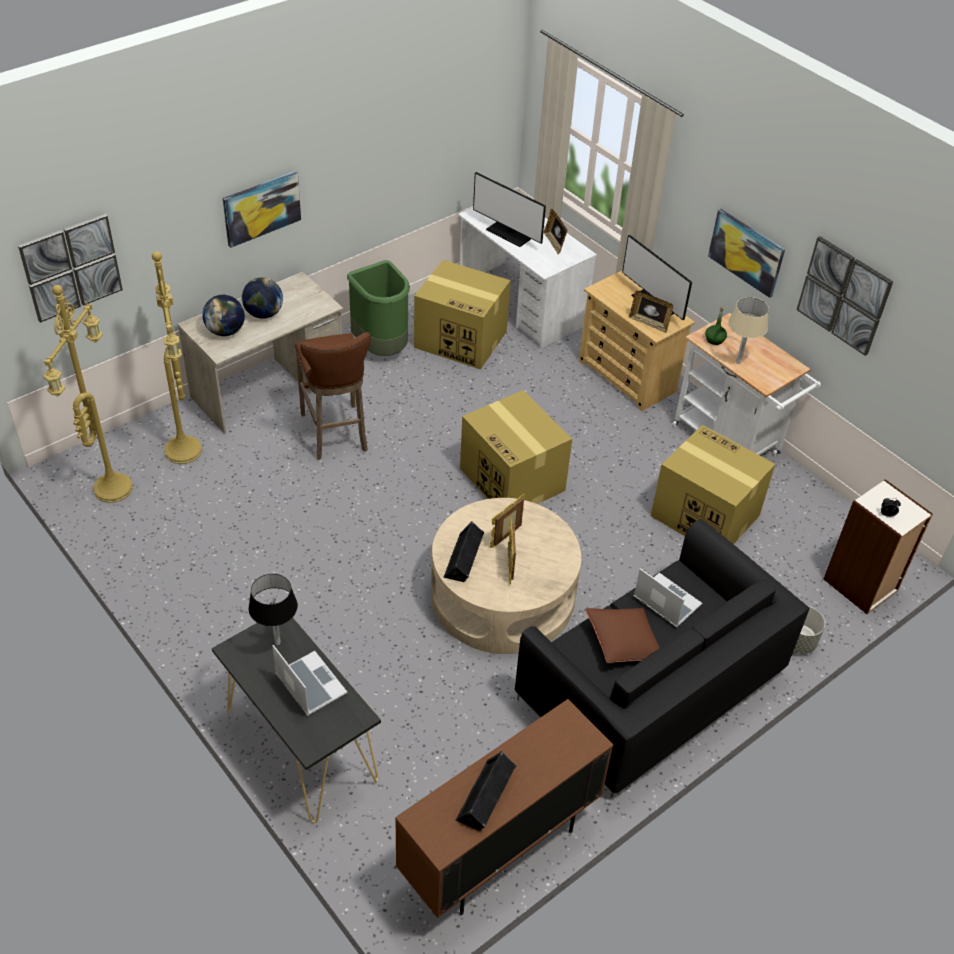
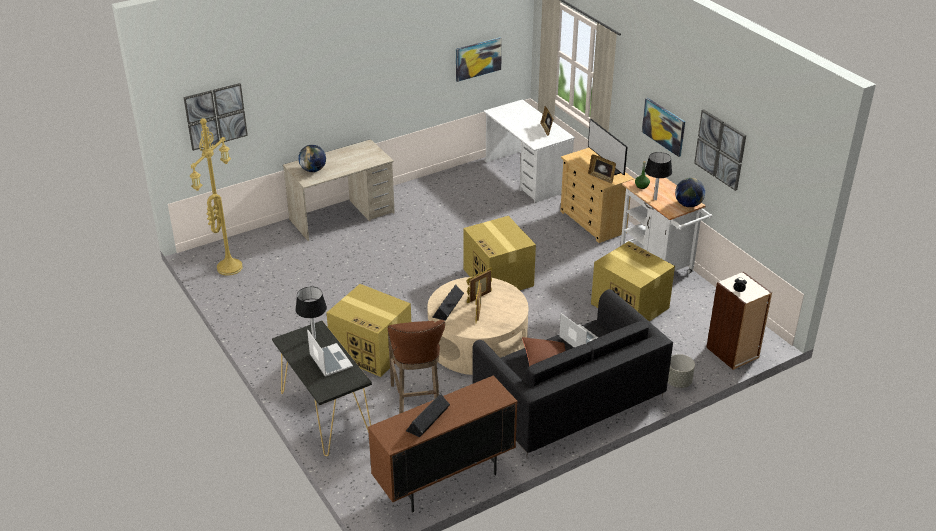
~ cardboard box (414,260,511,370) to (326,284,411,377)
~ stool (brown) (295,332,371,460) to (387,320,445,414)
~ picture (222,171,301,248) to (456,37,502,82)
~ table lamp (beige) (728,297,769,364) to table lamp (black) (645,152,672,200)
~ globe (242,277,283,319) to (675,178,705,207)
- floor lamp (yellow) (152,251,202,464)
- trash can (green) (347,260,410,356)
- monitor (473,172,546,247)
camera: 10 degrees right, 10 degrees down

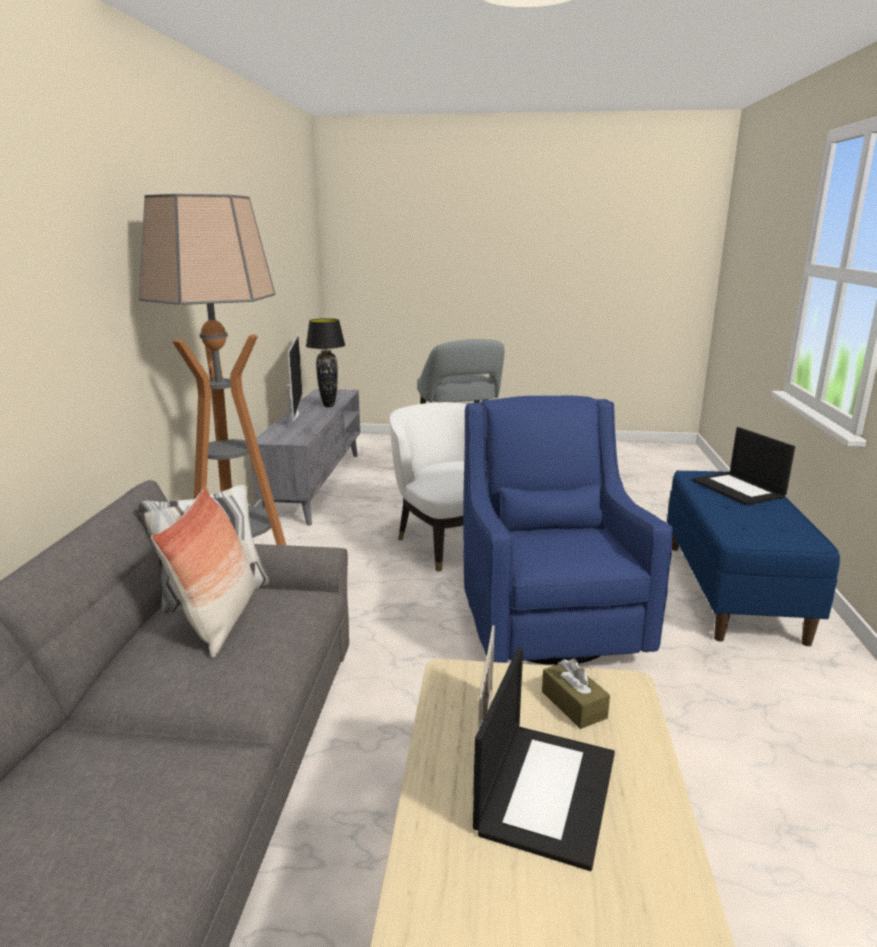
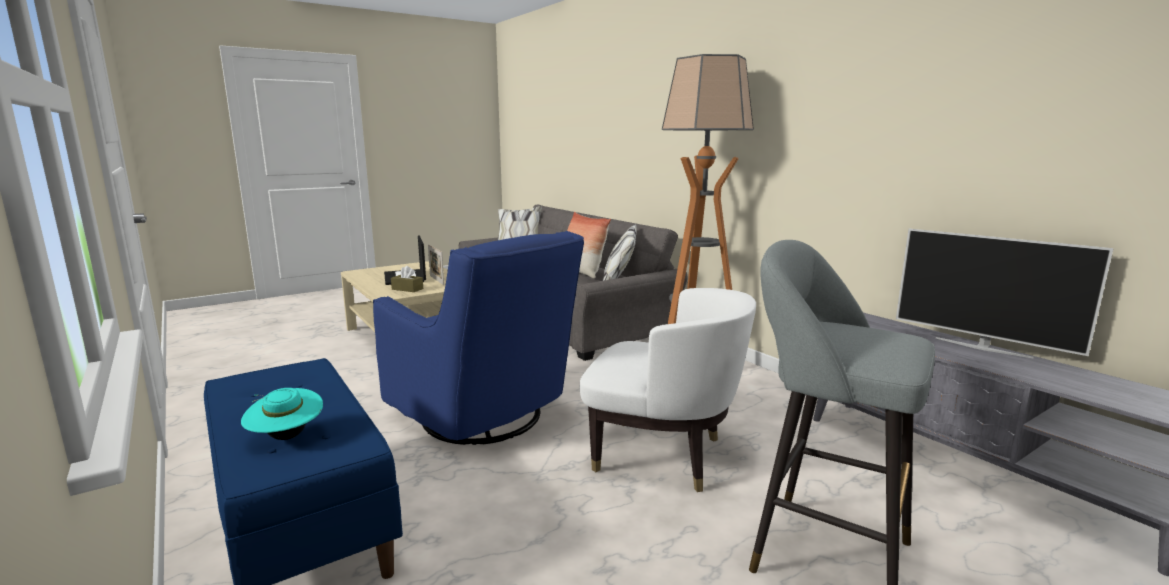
~ laptop (692,427,795,505) to hat (turquoise) (241,388,323,440)
- table lamp (black) (306,318,345,407)
camera: 140 degrees right, 5 degrees down

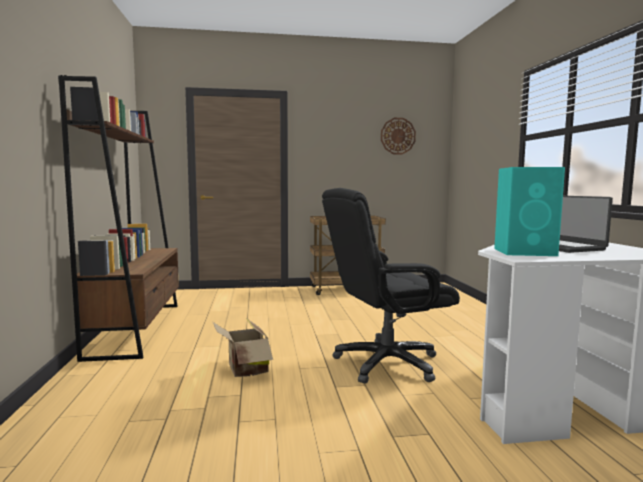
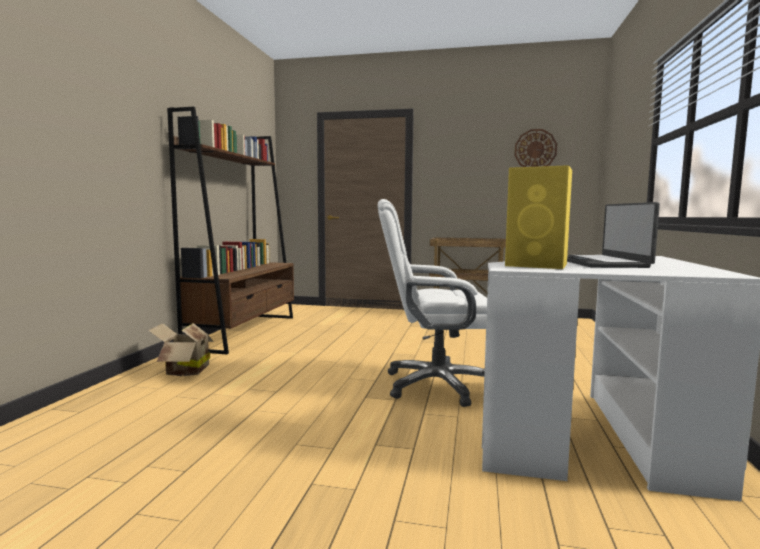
~ cardboard box (213,318,273,377) to (148,323,214,376)
~ office chair (black) (322,188,460,384) to office chair (white) (378,199,487,407)
~ speaker (turquoise) (494,167,565,256) to speaker (yellow) (505,165,572,269)
camera: 20 degrees right, 0 degrees up

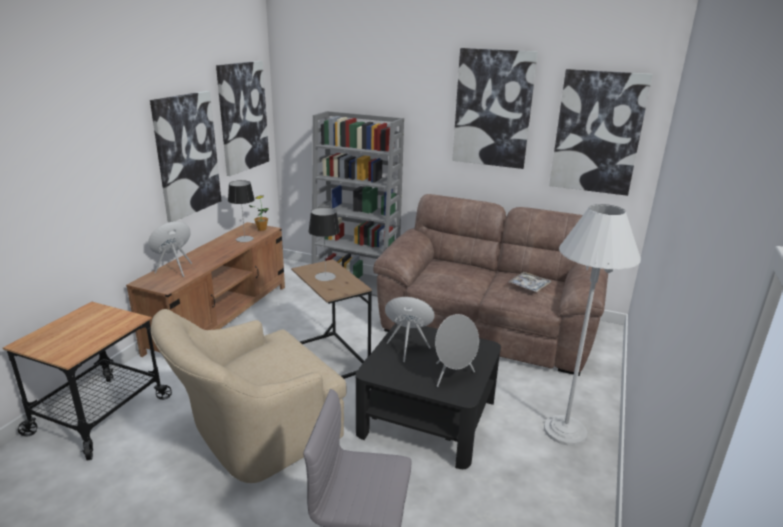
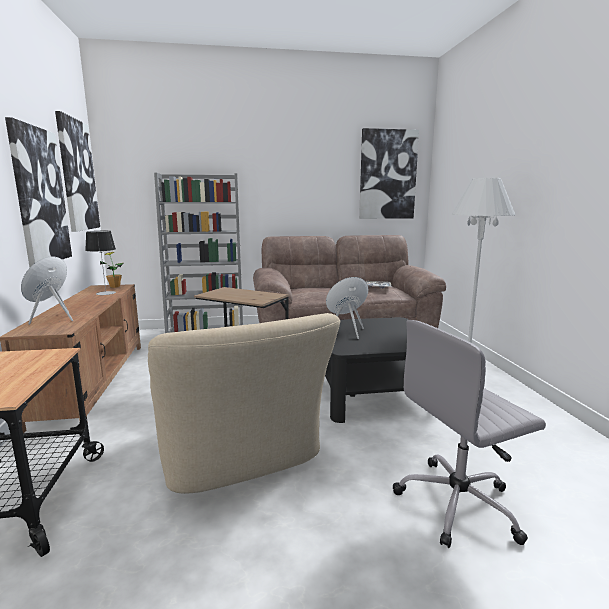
~ armchair (beige) (151,309,347,483) = (148,313,340,494) 45 degrees counterclockwise
- table lamp (308,207,340,281)
- speaker (grey) (435,314,479,387)
- picture (452,48,538,169)
camera: 30 degrees left, 10 degrees down

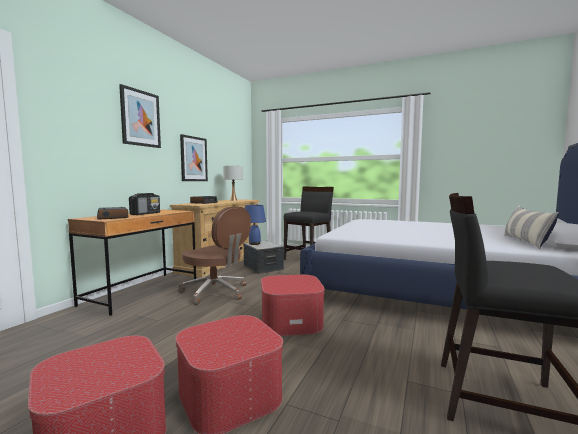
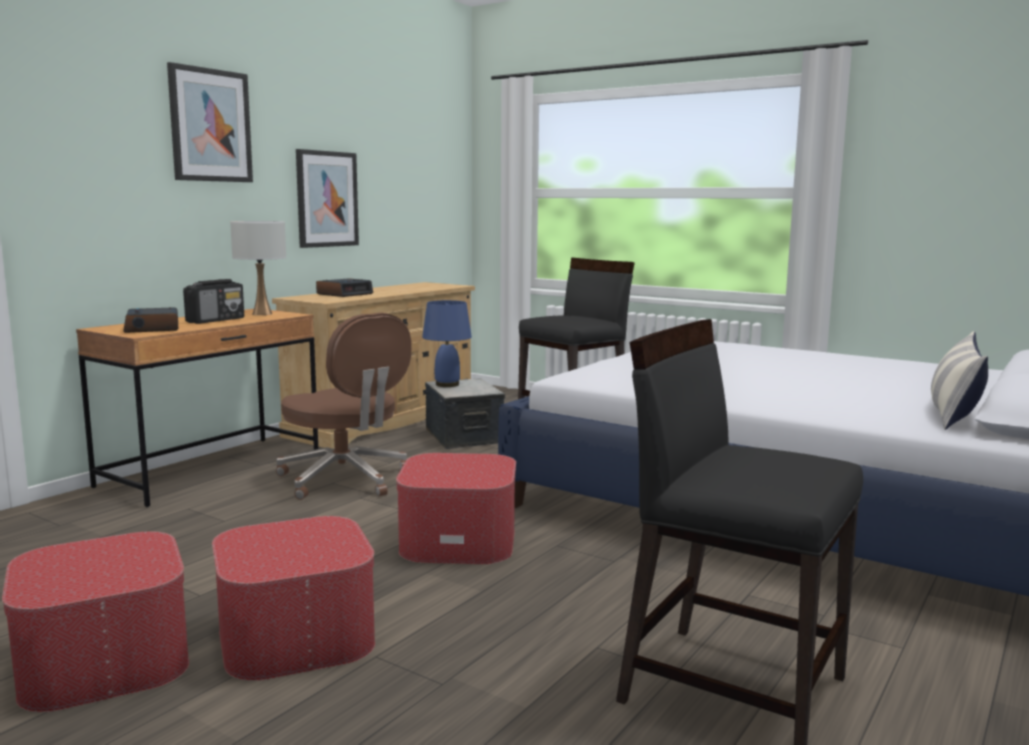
~ table lamp (white) (223,166,243,201) to (230,221,286,315)
camera: 10 degrees right, 5 degrees up

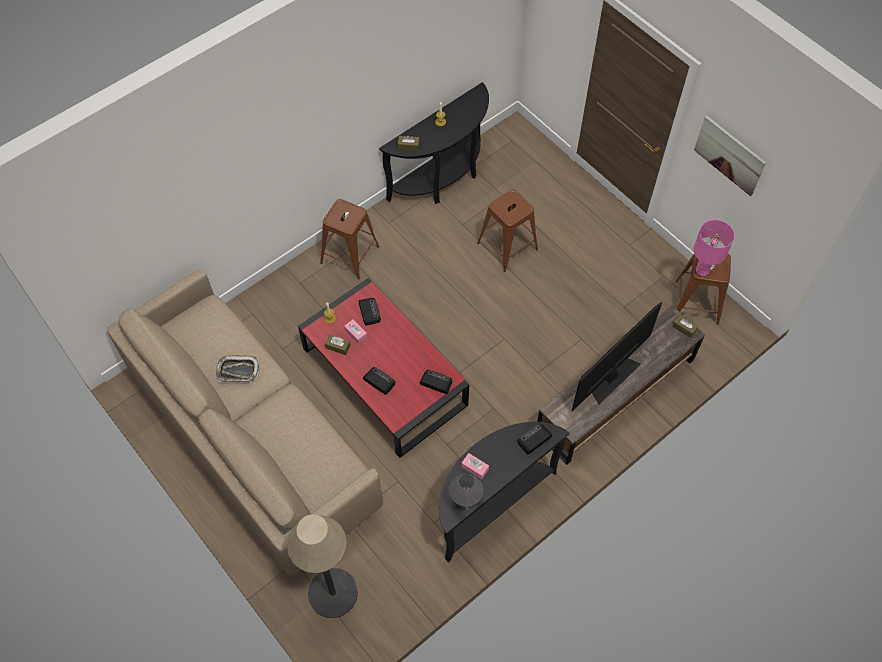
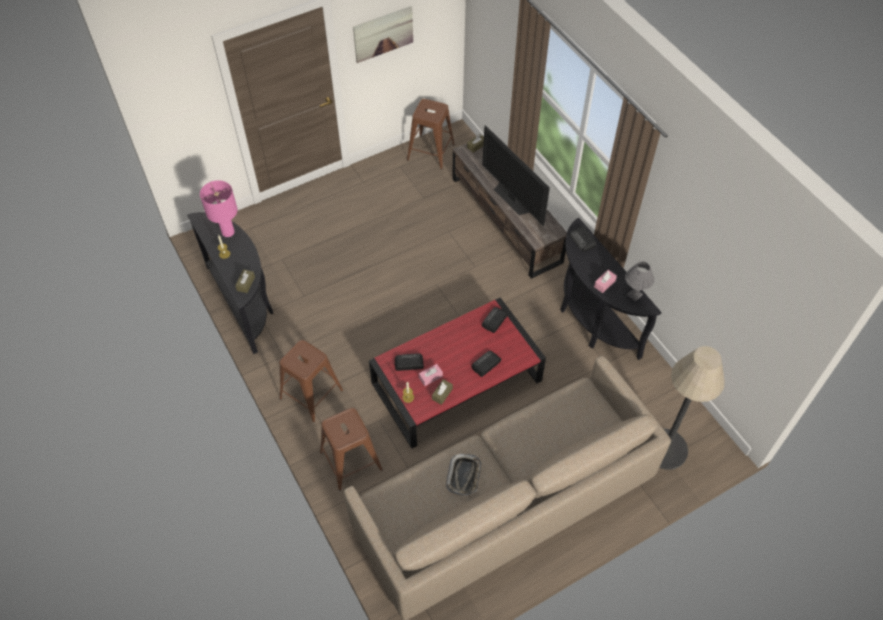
~ table lamp (pink) (693,220,735,276) to (200,180,238,237)
~ stool (brown) (477,190,538,272) to (320,408,383,491)
camera: 80 degrees left, 5 degrees down

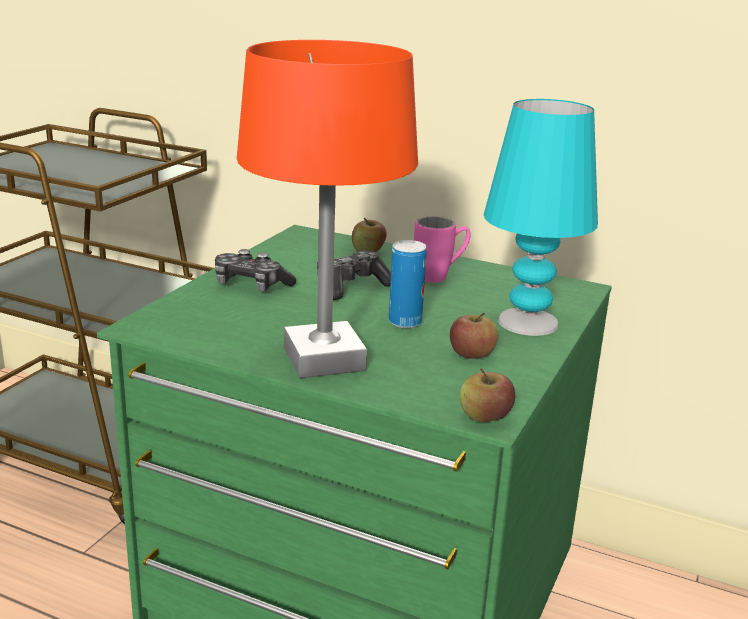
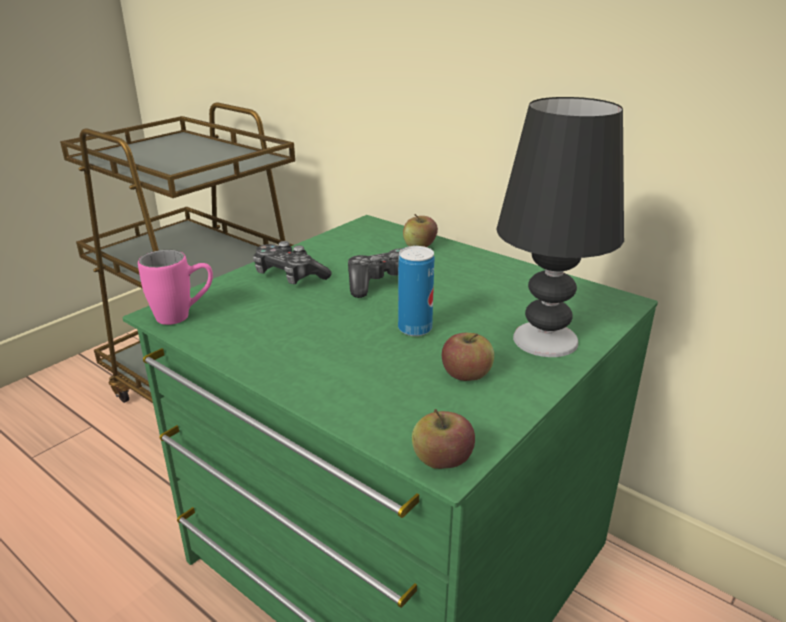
~ mug (pink) (414,217,471,283) to (138,250,213,325)
~ table lamp (turquoise) (484,99,598,336) to table lamp (black) (496,97,624,357)
- table lamp (orange) (237,40,418,378)
camera: 15 degrees right, 5 degrees up

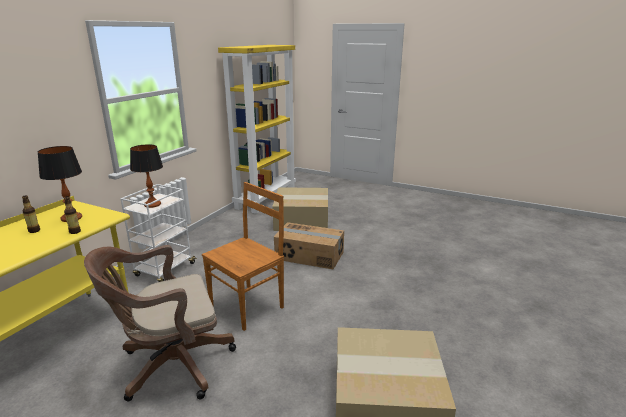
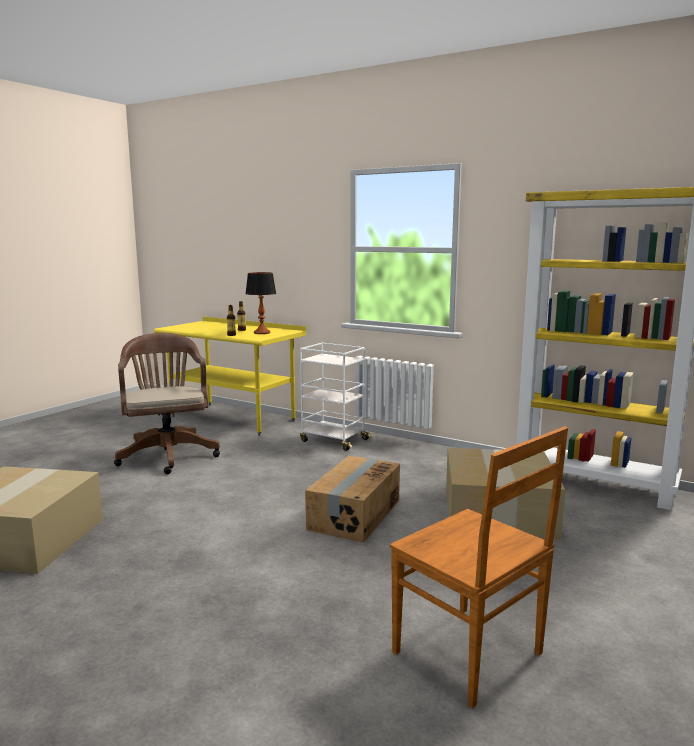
~ chair (brown) (202,182,284,331) to (390,426,568,708)
- table lamp (130,144,163,208)
camera: 95 degrees right, 10 degrees down

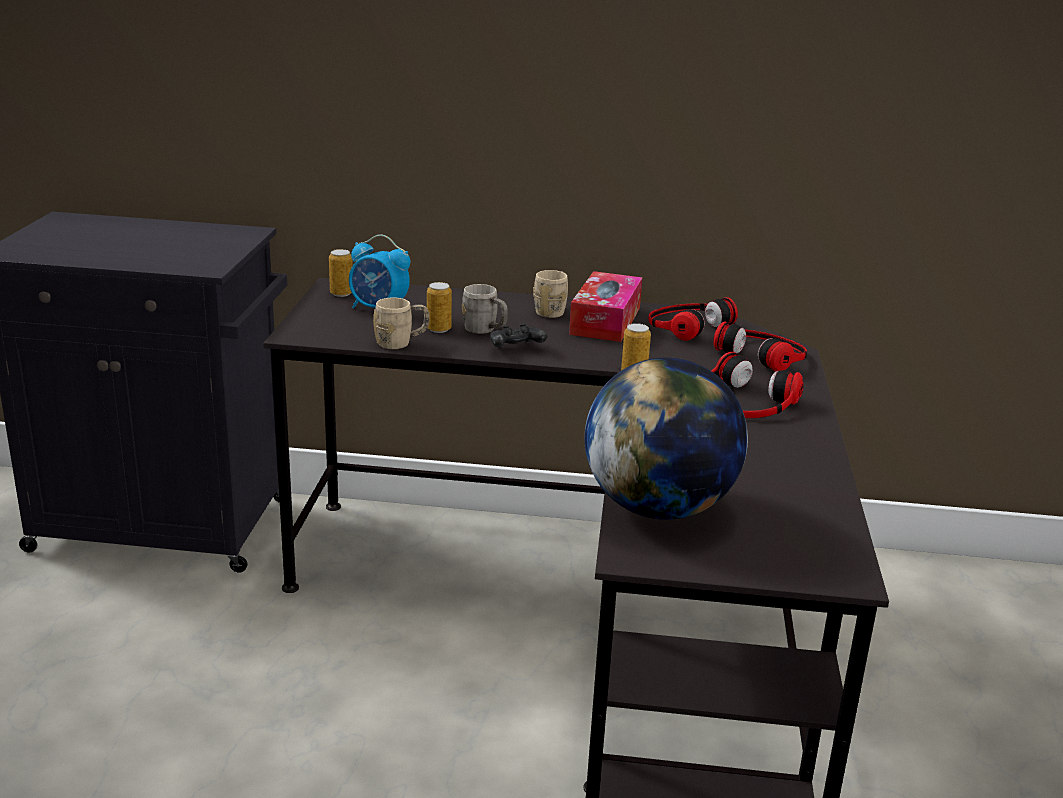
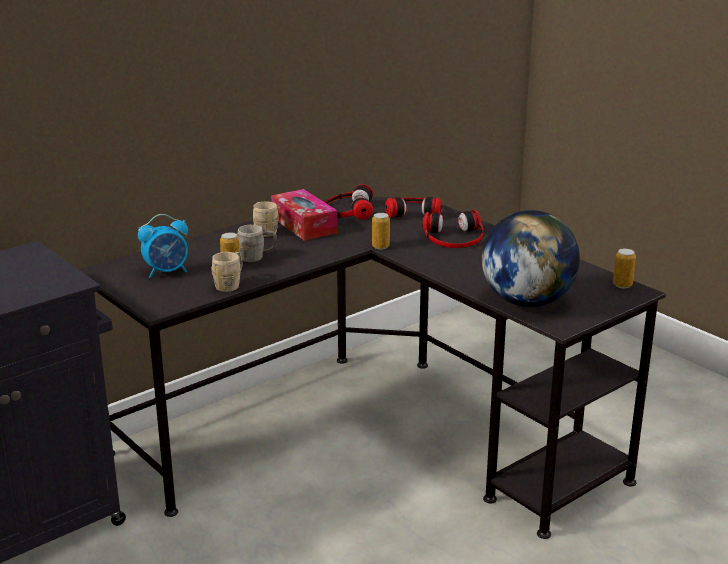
~ can (329,249,353,297) to (613,249,636,288)
- game controller (black) (490,324,547,347)
camera: 45 degrees left, 0 degrees up

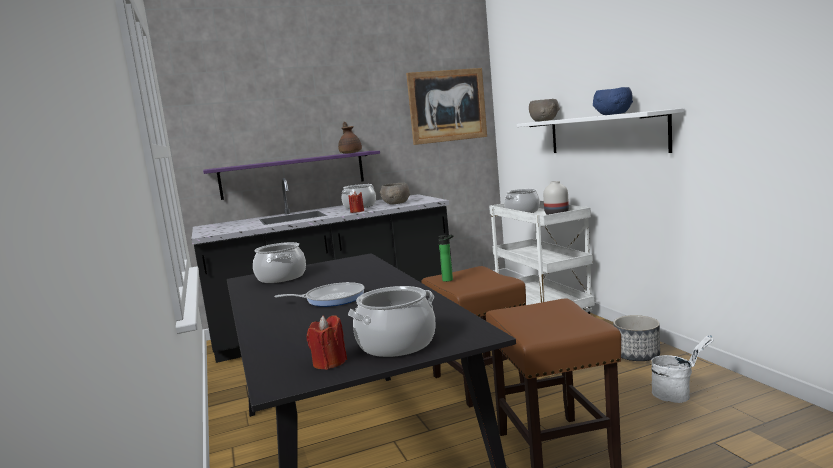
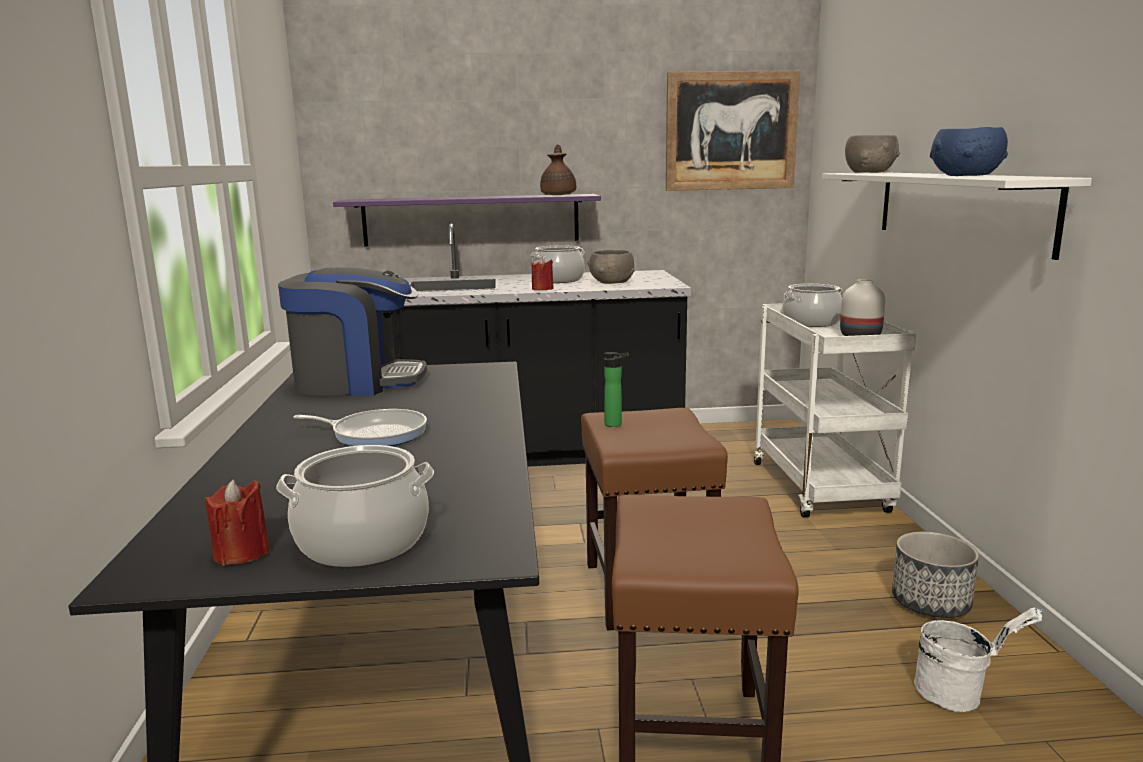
~ cooking pot (253,242,306,283) to coffee machine (278,268,427,396)
camera: 15 degrees right, 5 degrees up

